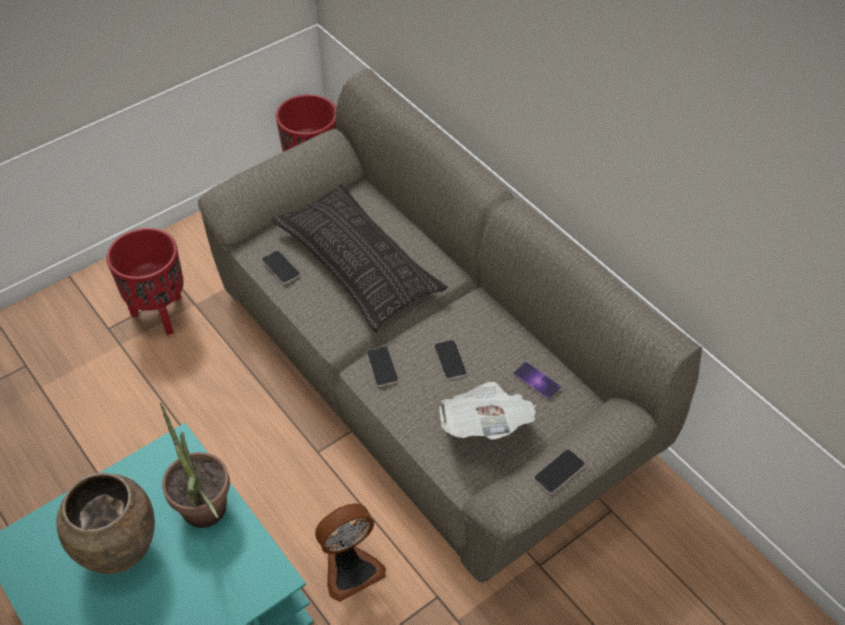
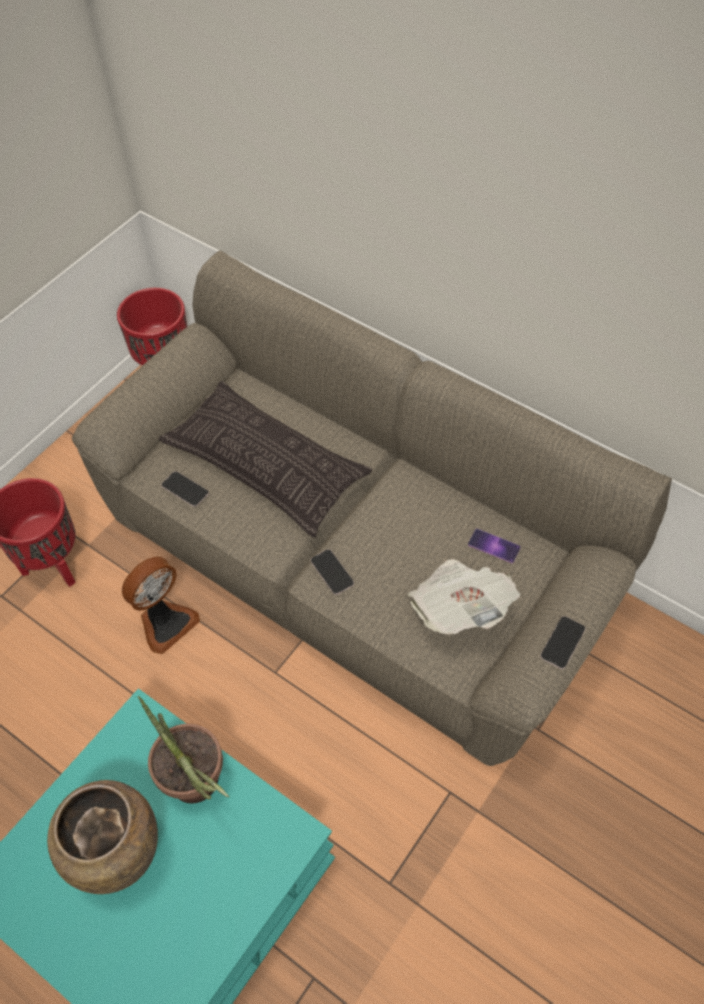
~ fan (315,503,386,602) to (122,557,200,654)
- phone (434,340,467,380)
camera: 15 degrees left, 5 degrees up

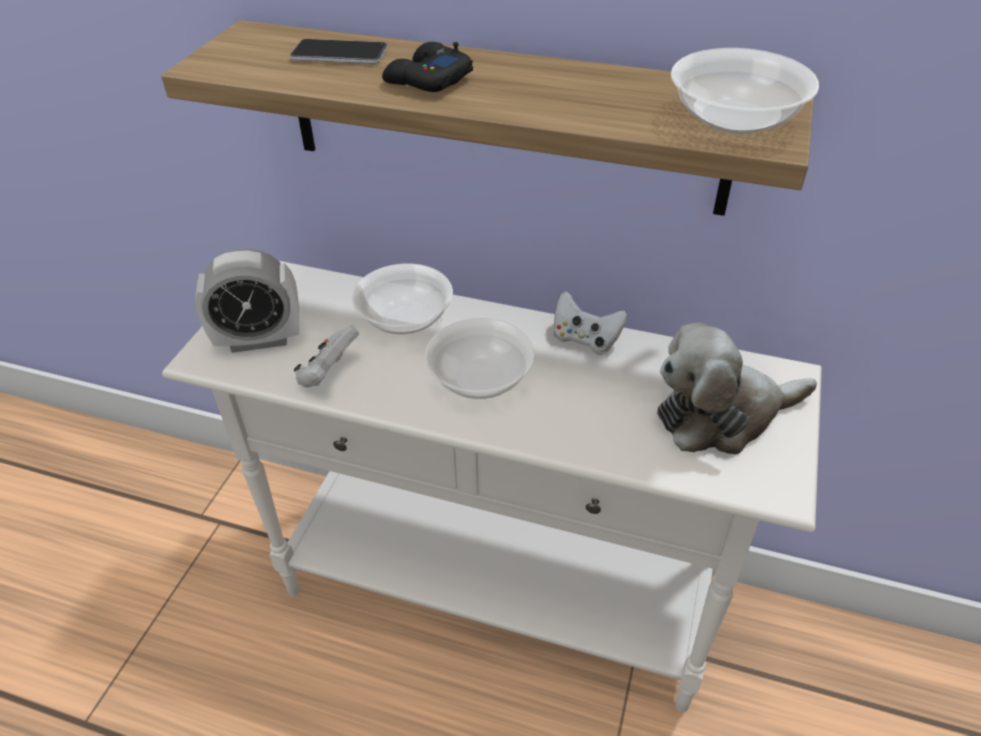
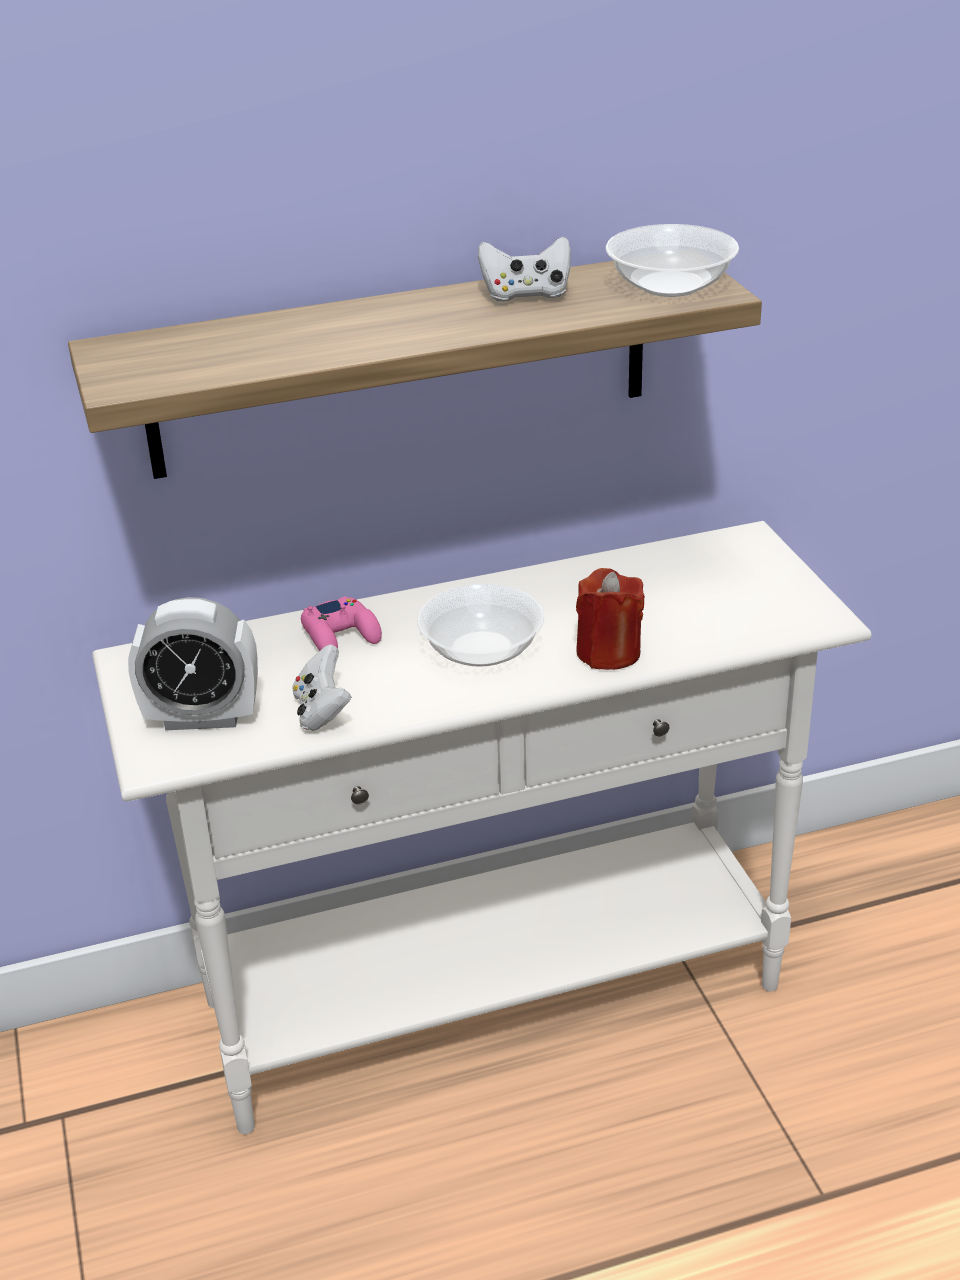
~ alarm clock (195,249,299,353) = (128,597,258,730) 45 degrees clockwise
~ bowl (352,264,453,334) to game controller (pink) (301,596,382,651)
~ game controller (white) (554,291,628,355) to (478,237,571,302)
+ candle (red) (576,568,645,670)
- phone (290,39,388,64)
- game controller (black) (382,42,473,92)
- plush toy (657,322,817,455)
camera: 35 degrees left, 10 degrees down

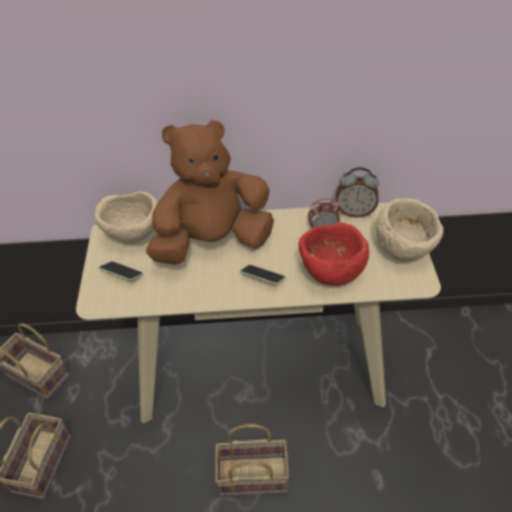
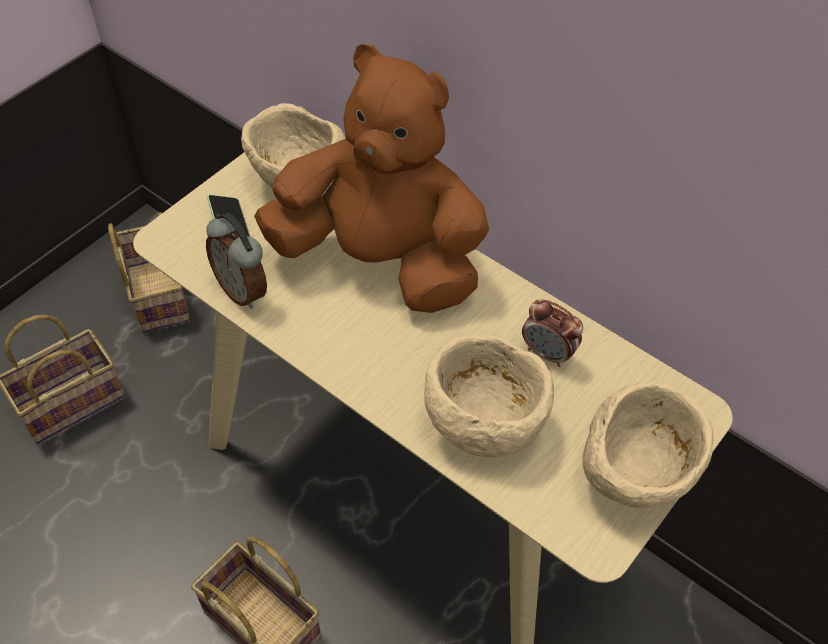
~ alarm clock (336,167,379,218) to (206,213,267,309)
~ bowl (red) (298,222,369,286) to bowl (beige) (424,335,554,458)
- phone (240,265,285,284)
camera: 40 degrees right, 5 degrees up

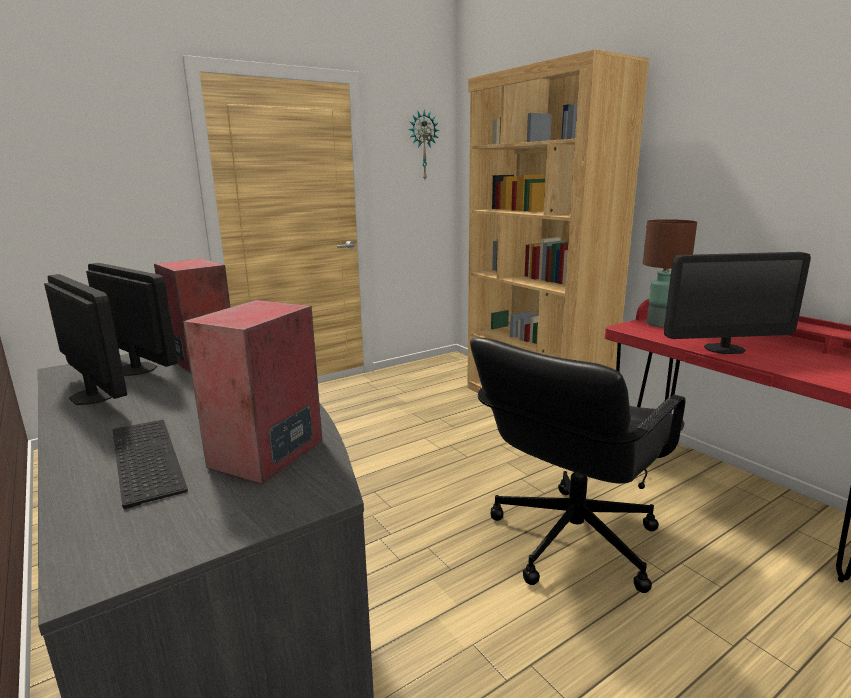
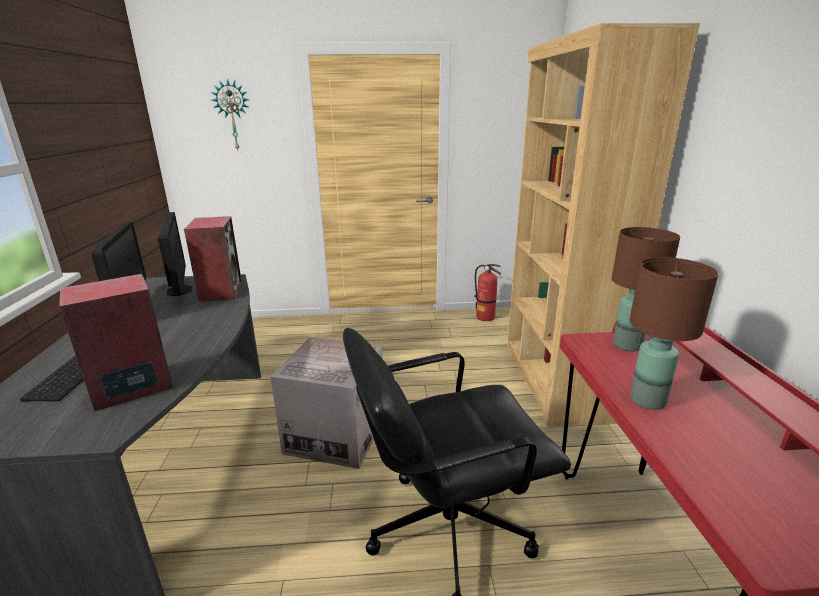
~ wall clock (408,110,440,179) to (211,79,249,151)
+ cardboard box (271,336,383,469)
+ fire extinguisher (474,264,501,321)
~ monitor (664,252,811,354) to table lamp (brown) (630,257,718,410)
camera: 30 degrees right, 5 degrees up

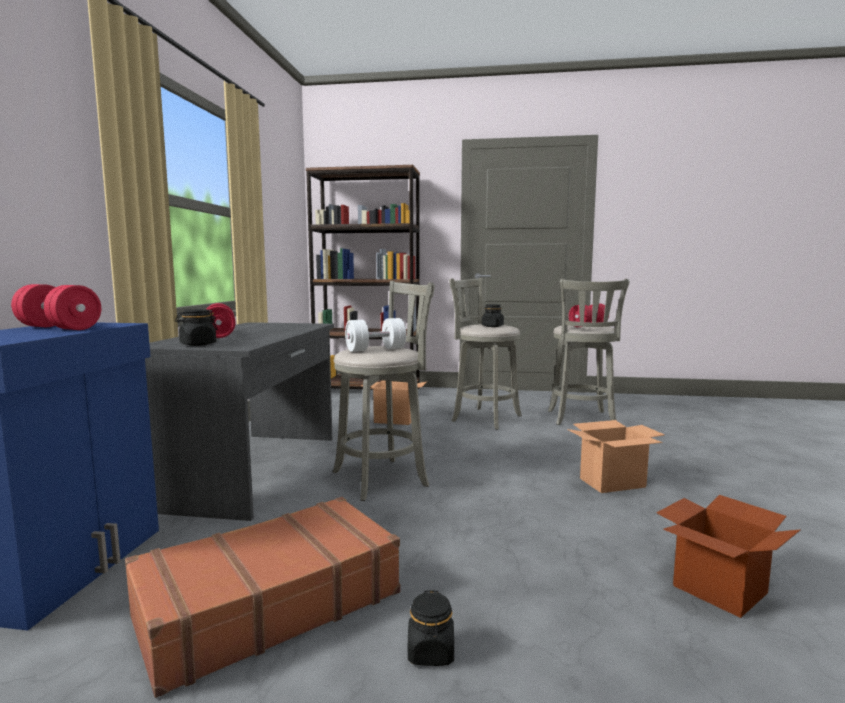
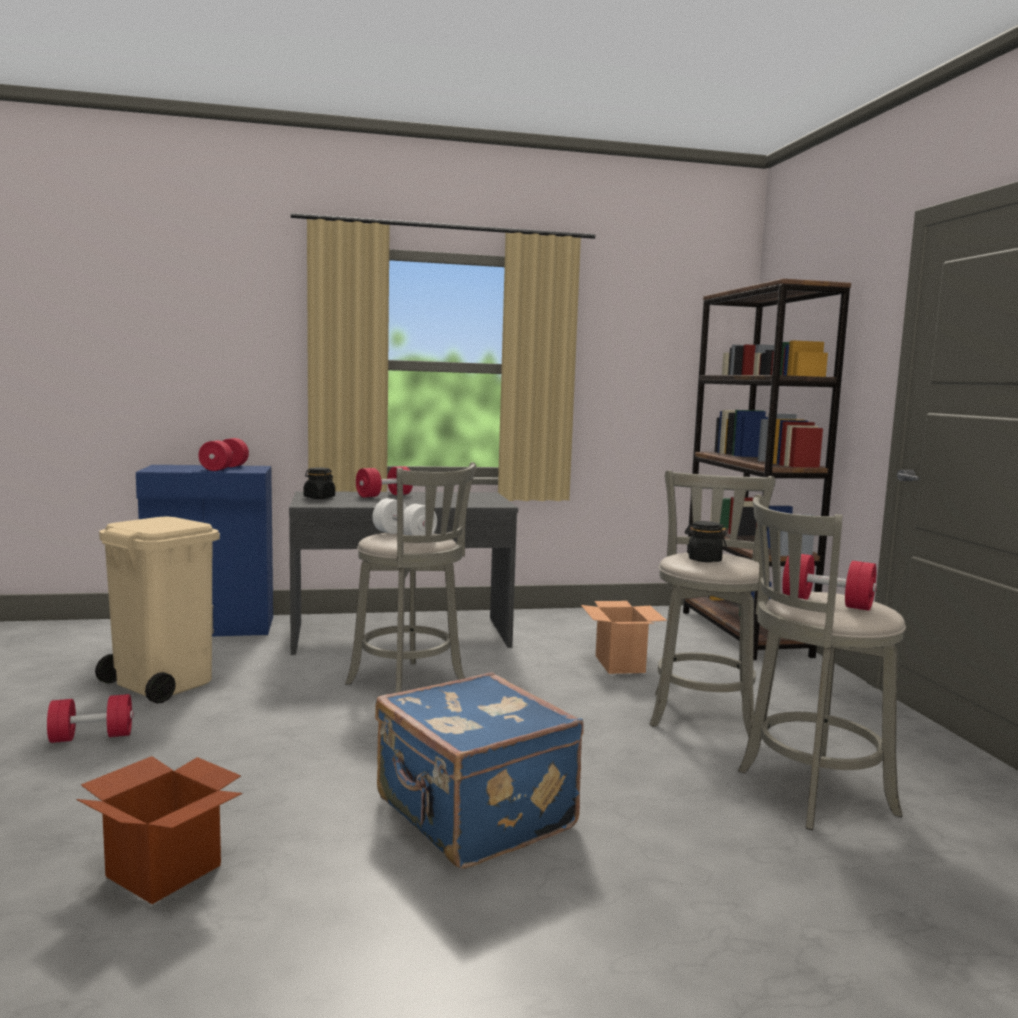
~ jar (black) (408,590,454,666) to dumbbell (red) (47,694,133,743)
~ suitcase (brown) (125,497,401,698) to trash can (beige) (95,517,220,704)
~ cardboard box (567,420,665,493) to suitcase (blue) (375,672,584,869)
camera: 70 degrees right, 0 degrees up

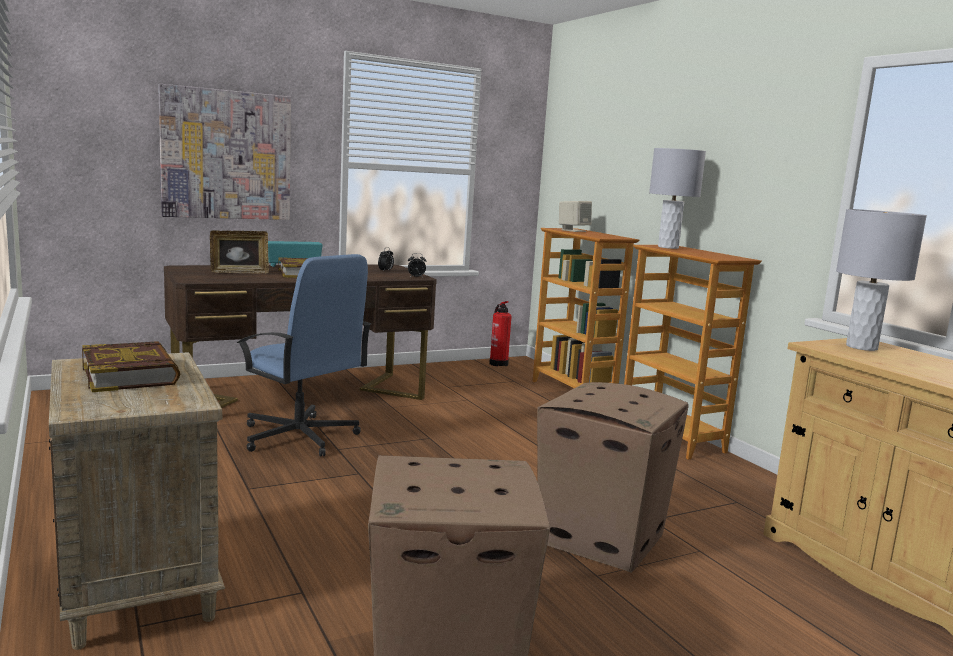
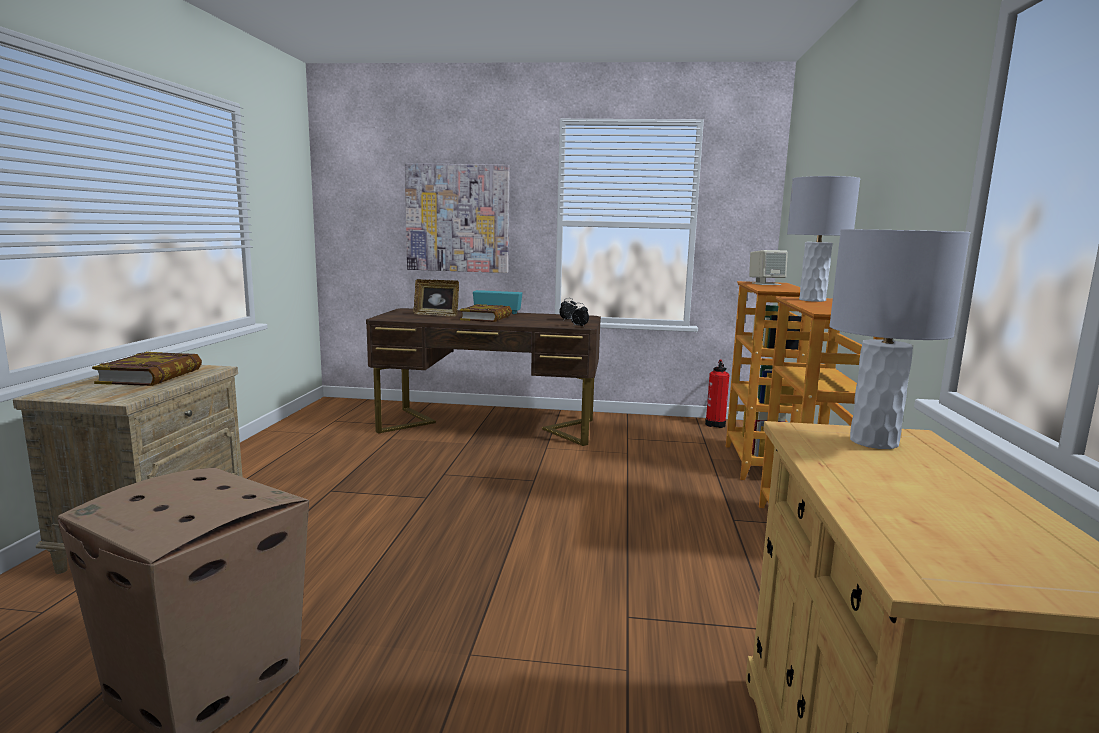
- office chair (blue) (237,254,371,456)
- cardboard box (537,382,689,573)
camera: 35 degrees right, 0 degrees up

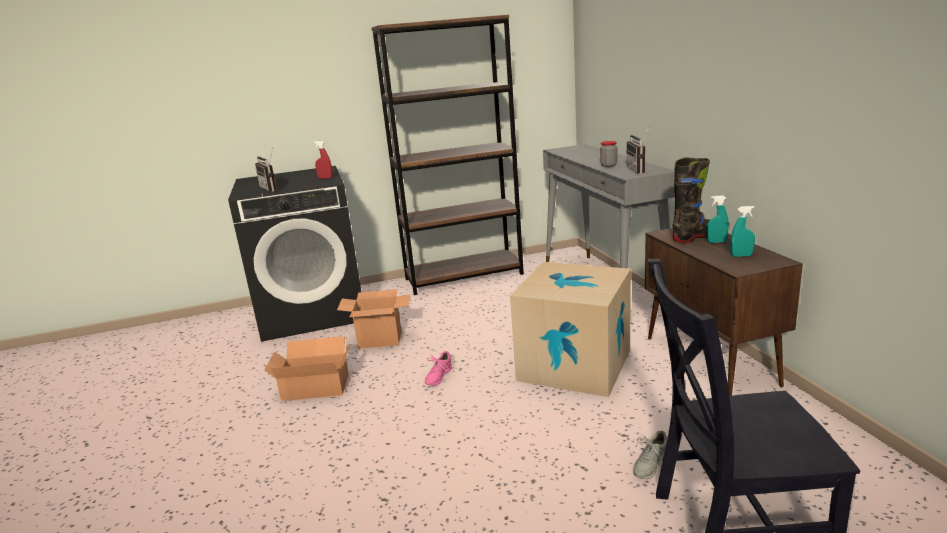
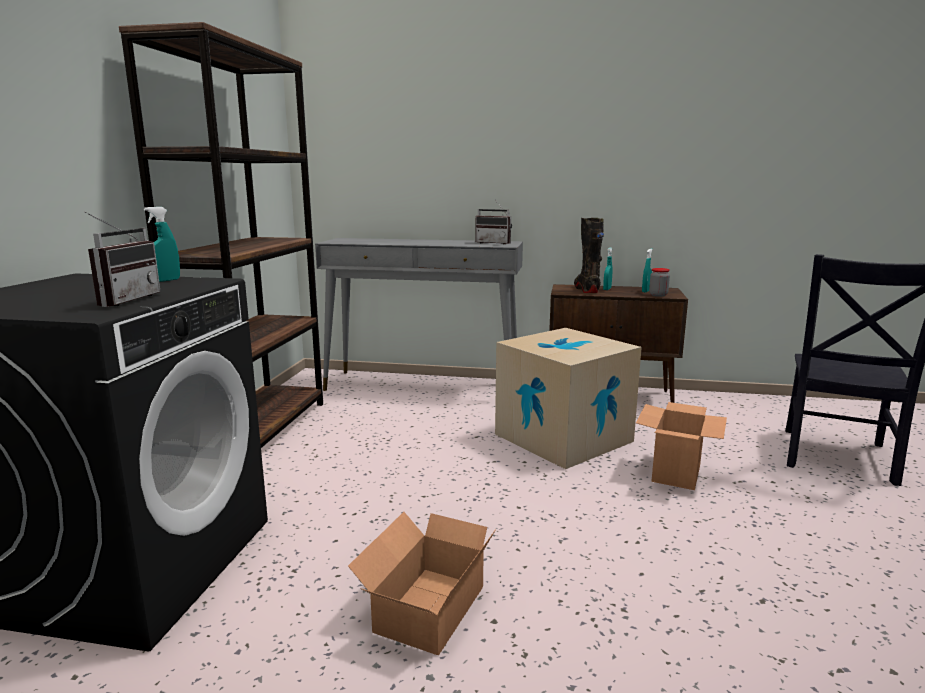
~ radio (255,147,277,192) = (84,211,161,307) 75 degrees counterclockwise
~ spray bottle (red) (313,141,333,179) to spray bottle (turquoise) (144,207,180,282)
~ cardboard box (337,289,411,349) to (636,402,727,490)
~ jar (600,141,617,167) to (649,268,670,297)
- shoe (pink) (425,351,452,385)
- shoe (grey) (633,431,667,479)
camera: 65 degrees left, 5 degrees down

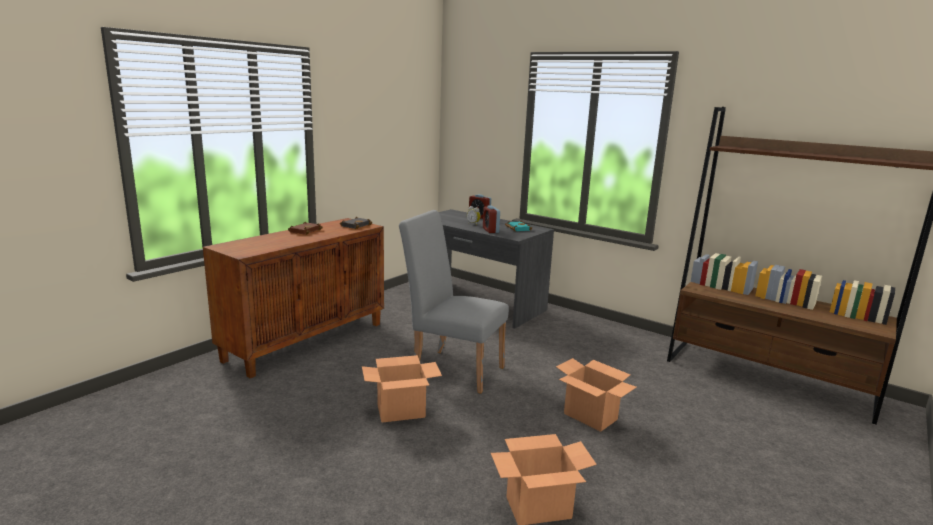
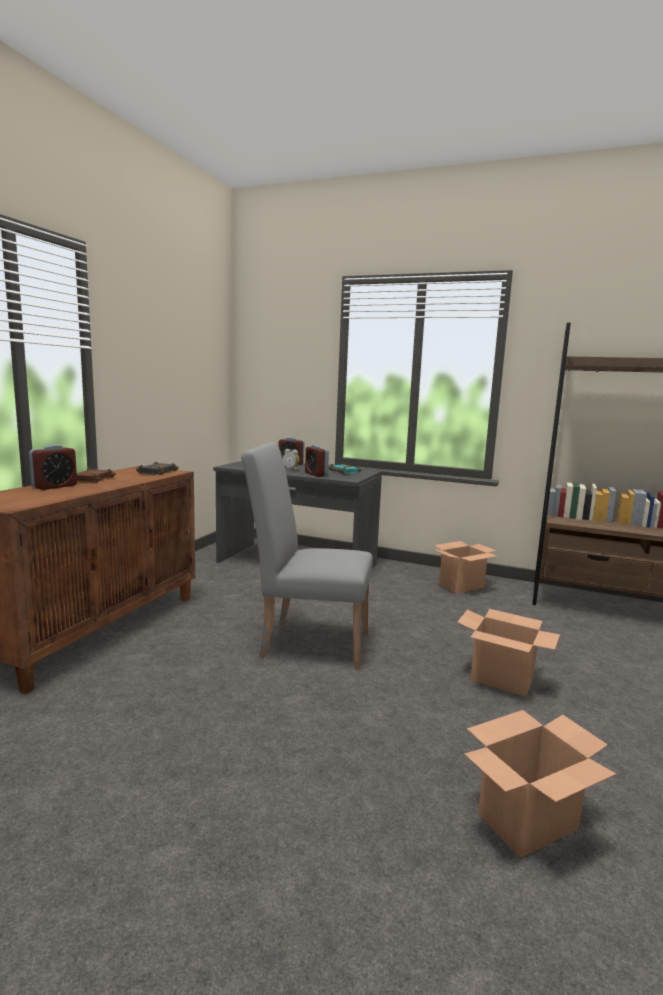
+ alarm clock (29,445,77,490)
~ cardboard box (362,355,442,423) to (433,541,497,594)
camera: 15 degrees left, 5 degrees down

